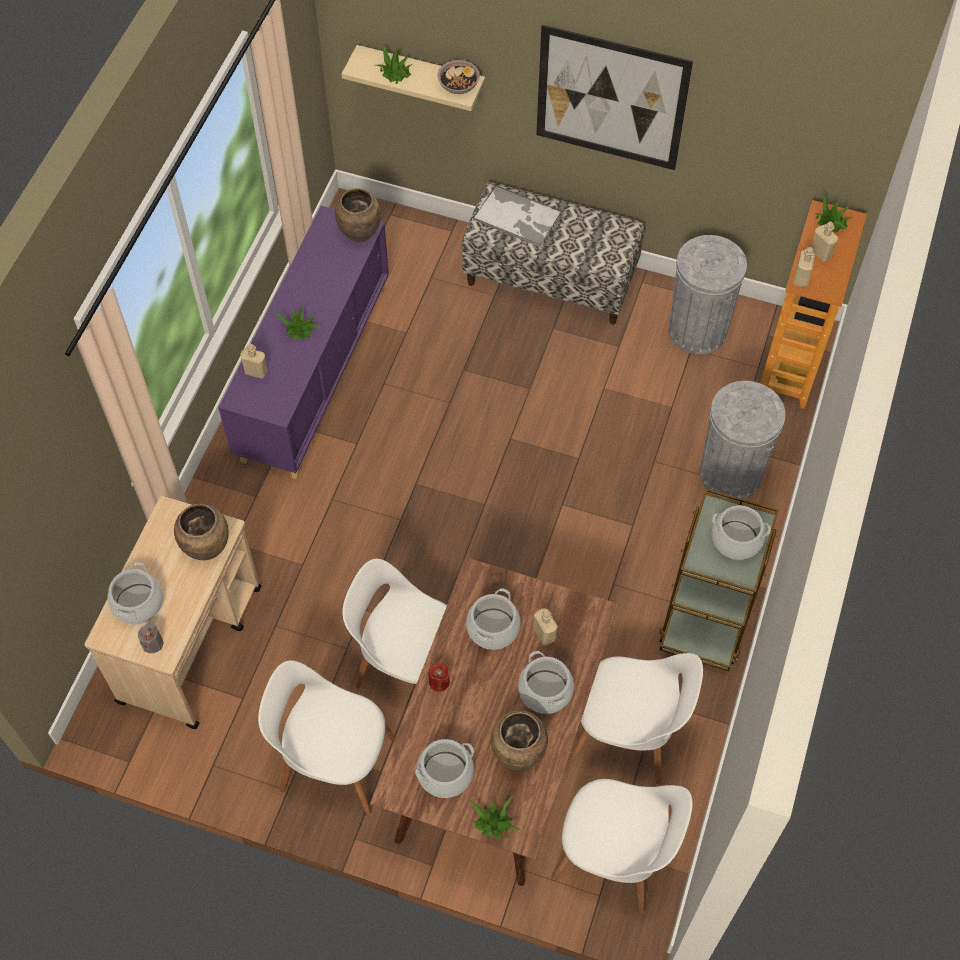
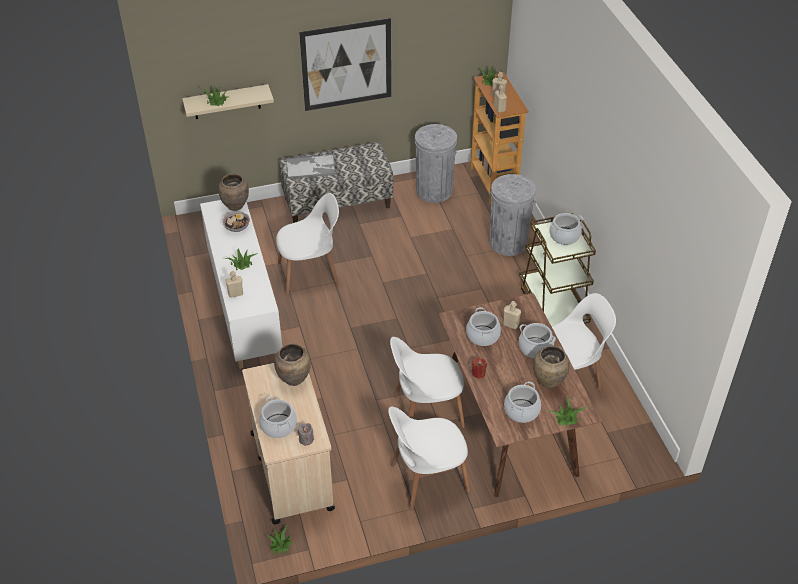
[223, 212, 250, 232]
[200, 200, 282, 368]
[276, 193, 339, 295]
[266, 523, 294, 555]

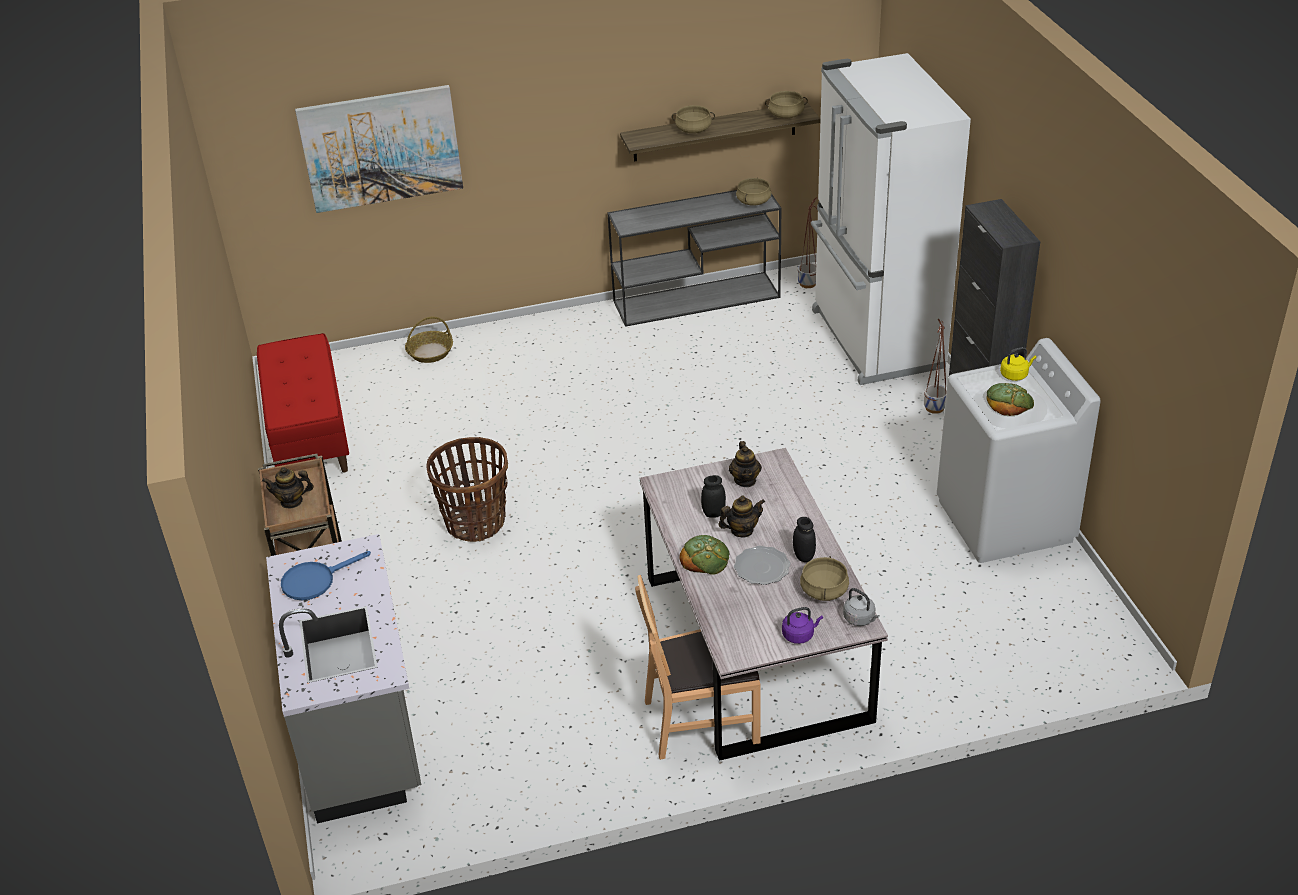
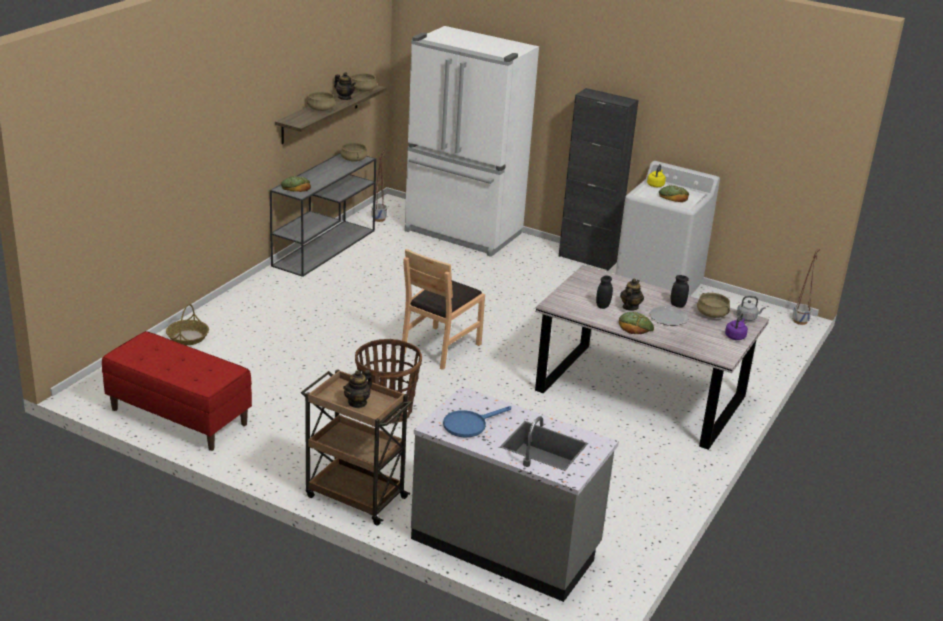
[295, 85, 463, 213] (first image)
[792, 249, 820, 325]
[334, 72, 356, 100]
[443, 406, 511, 437]
[402, 249, 485, 370]
[281, 176, 311, 192]

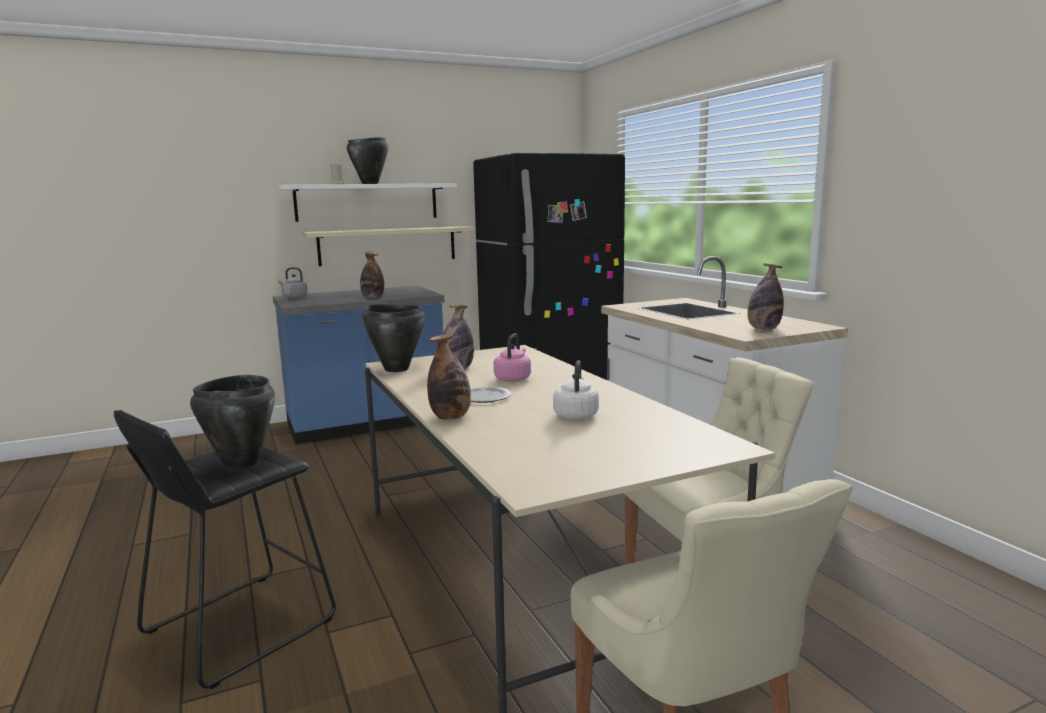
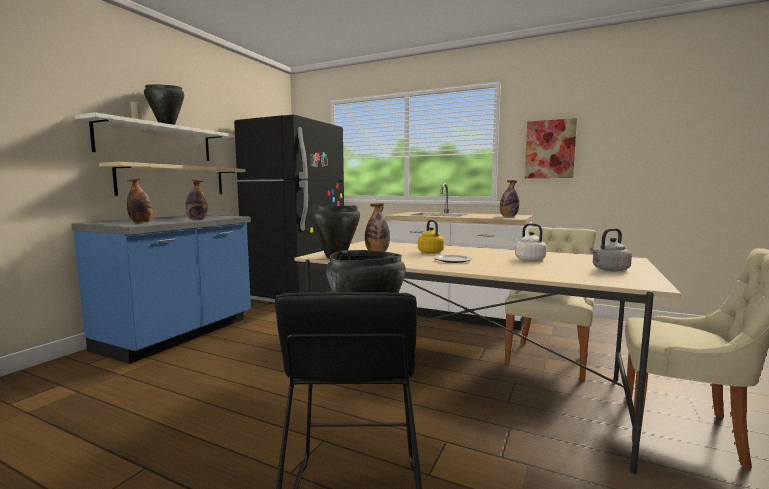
[590, 228, 632, 271]
[418, 220, 444, 254]
[127, 178, 153, 223]
[525, 118, 577, 178]

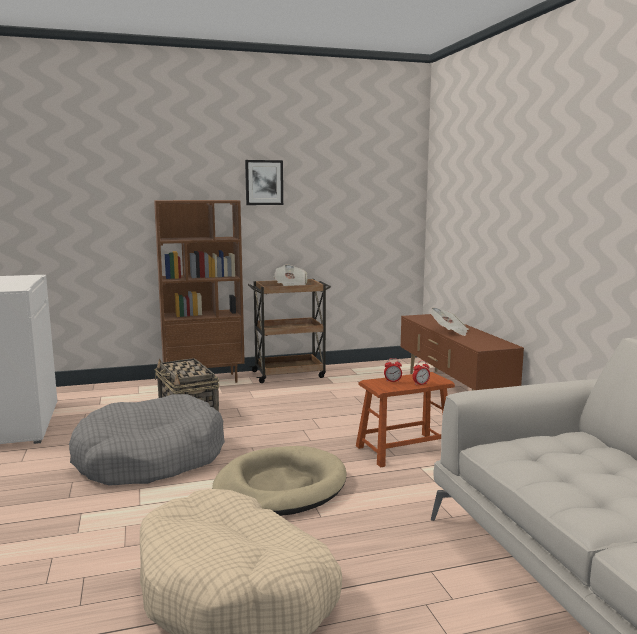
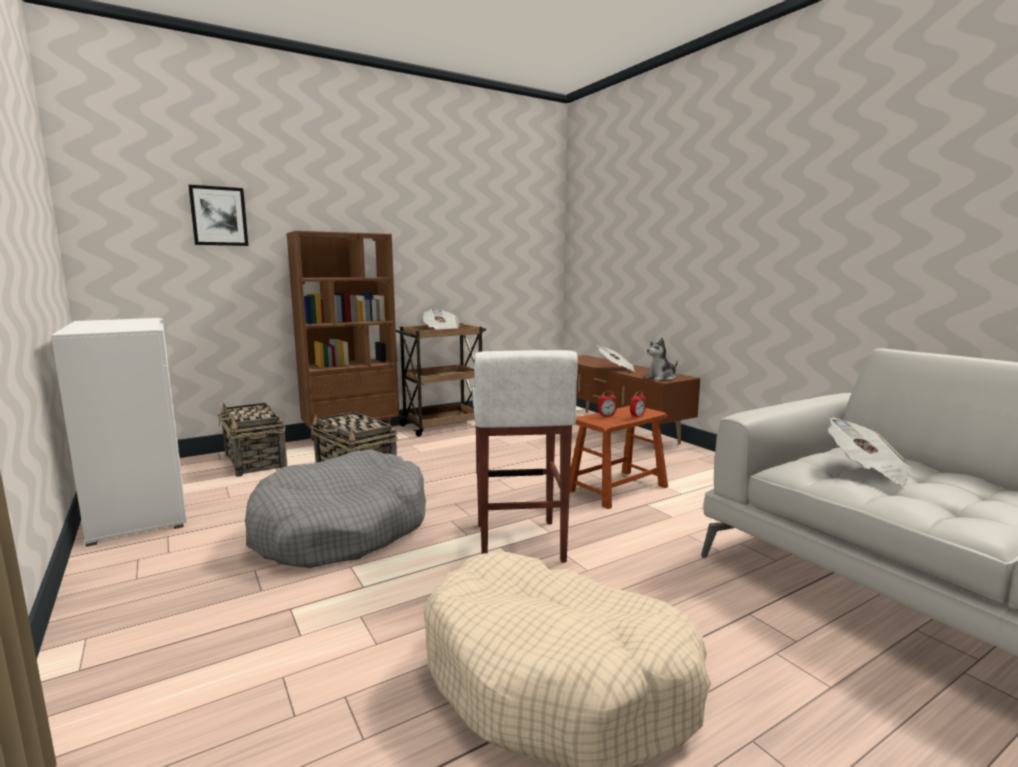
[188, 185, 248, 246]
[472, 350, 578, 563]
[644, 338, 678, 381]
[218, 402, 287, 477]
[828, 418, 912, 485]

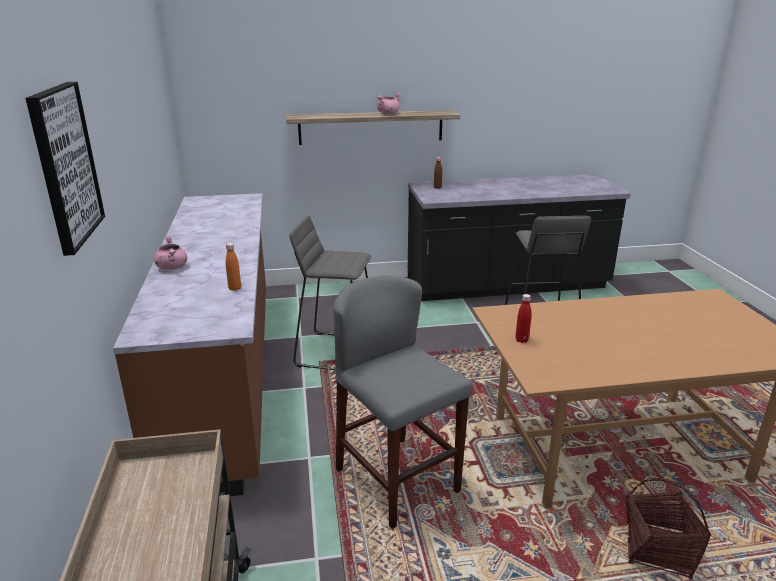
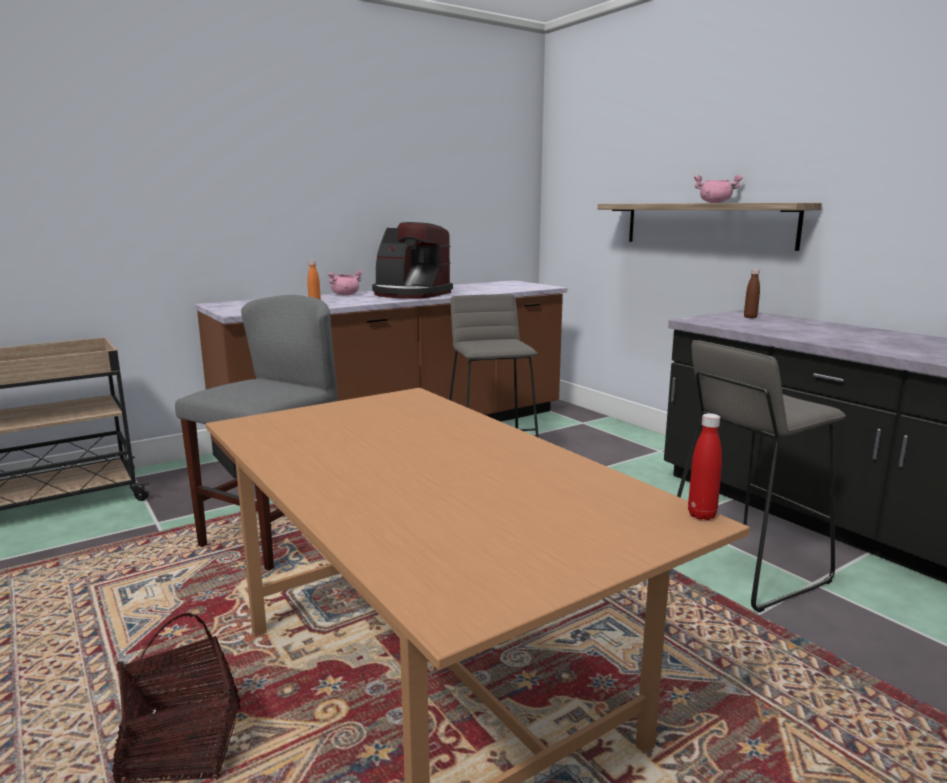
[25, 82, 105, 256] (first image)
[688, 413, 722, 520]
[372, 222, 453, 299]

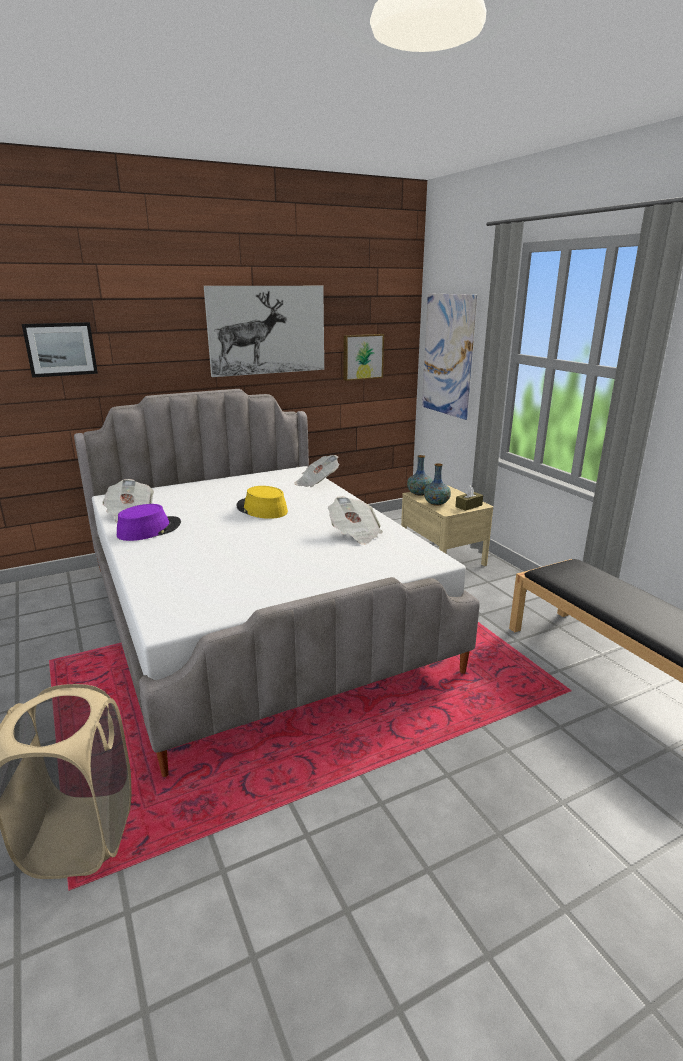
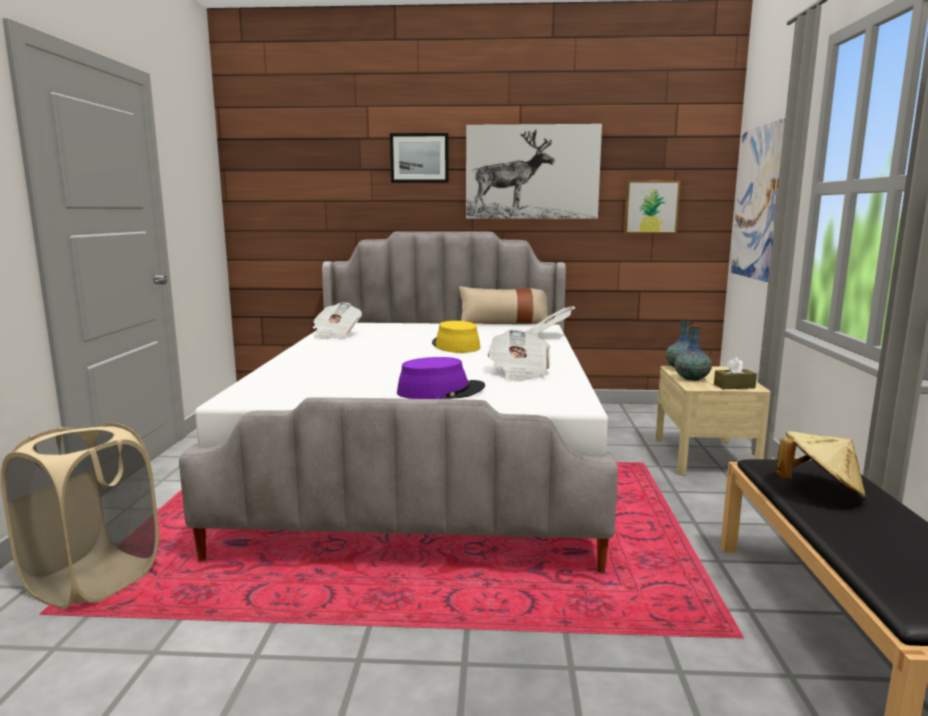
[390, 133, 449, 183]
[397, 357, 485, 399]
[459, 286, 548, 324]
[776, 431, 866, 500]

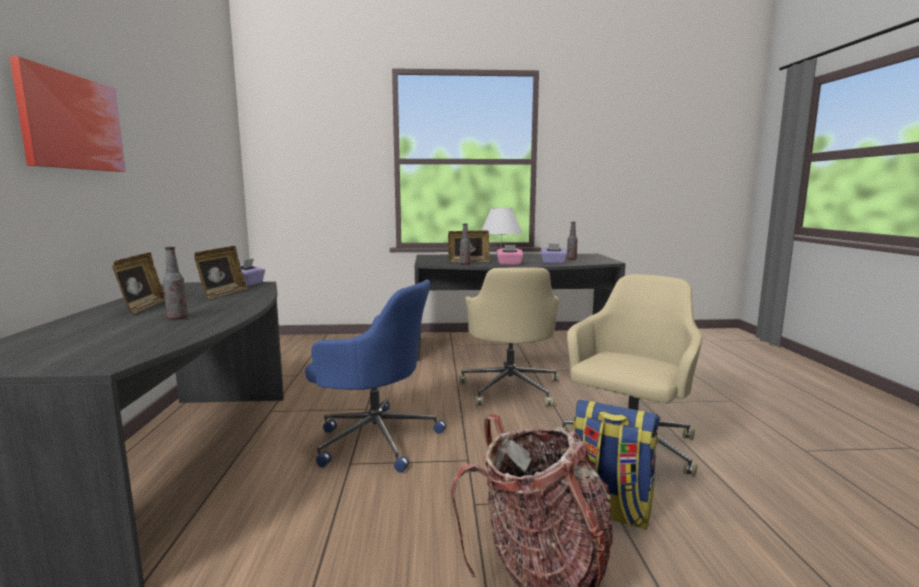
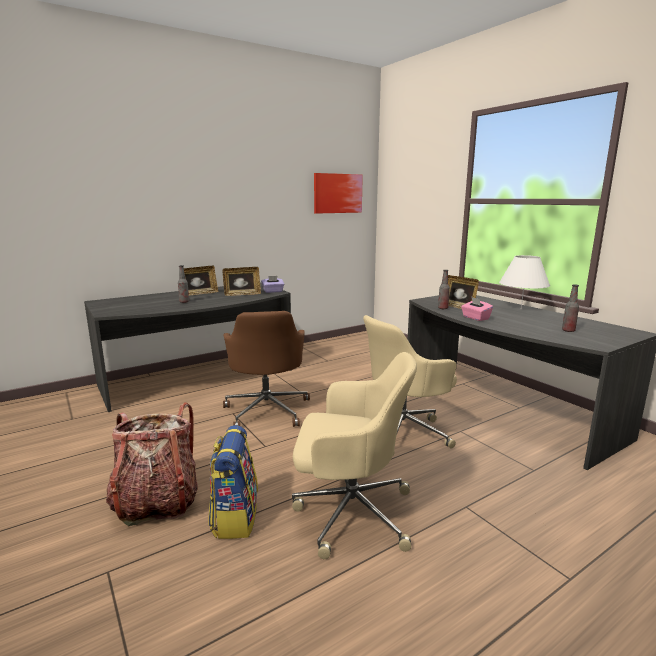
[314, 173, 363, 214]
[541, 243, 567, 264] (first image)
[223, 311, 310, 427]

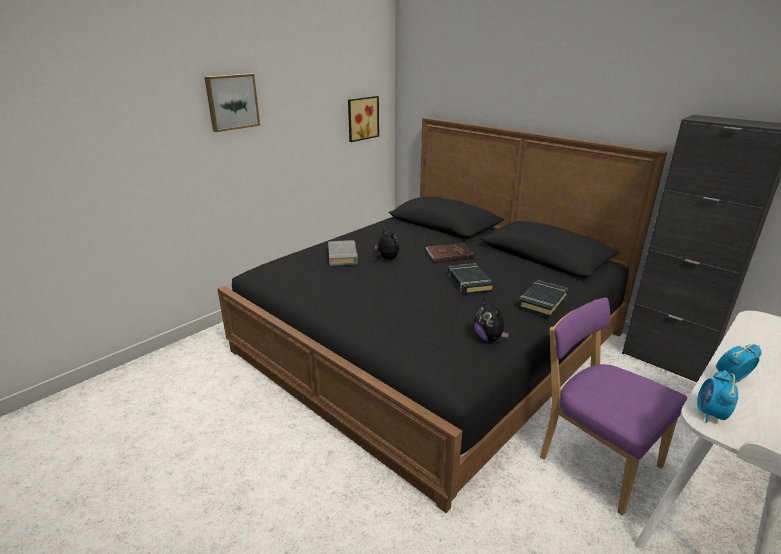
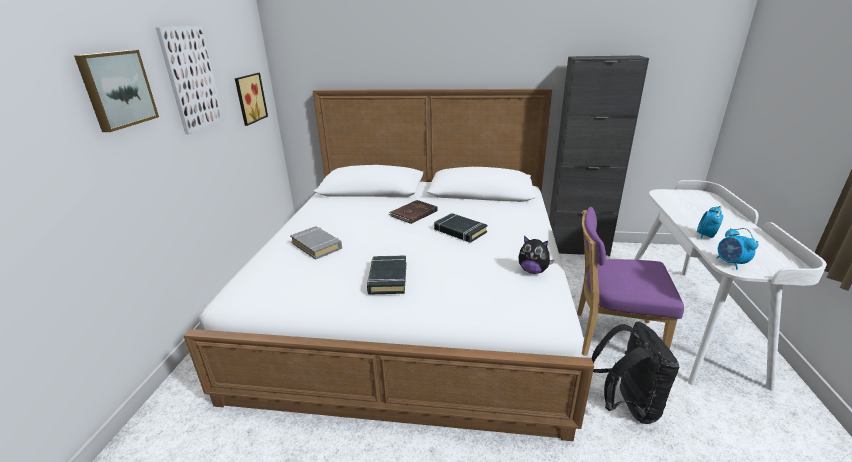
[183, 89, 594, 441]
[375, 228, 399, 260] (first image)
[367, 255, 406, 295]
[156, 26, 224, 135]
[592, 322, 680, 424]

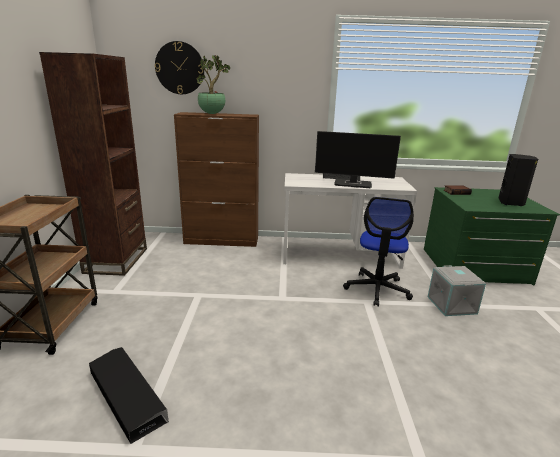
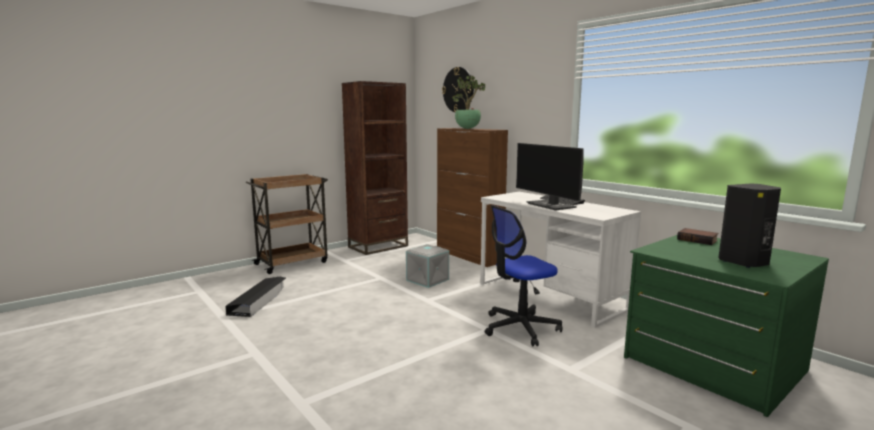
[406, 244, 449, 288]

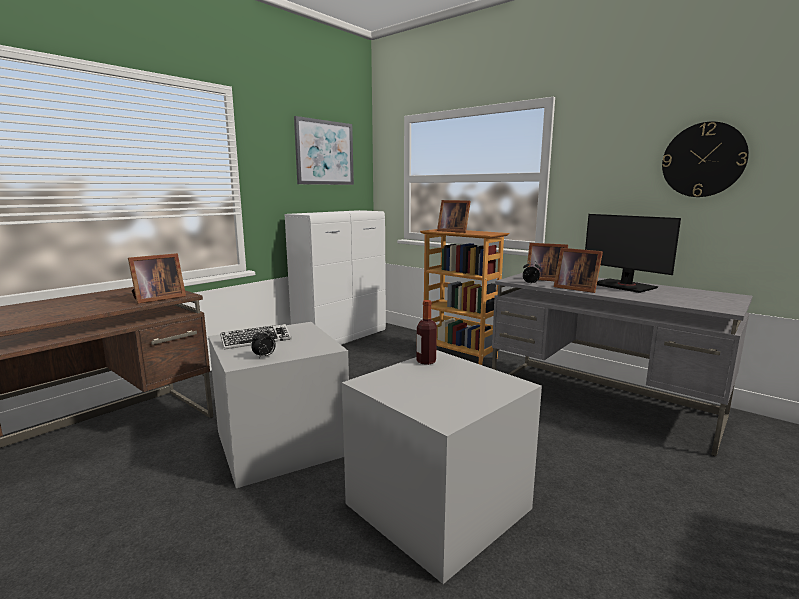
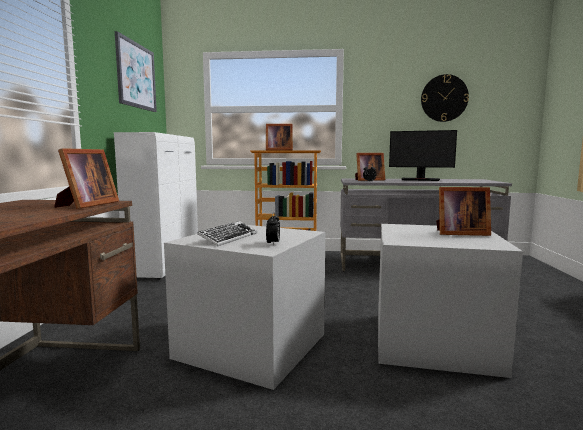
[436, 187, 491, 236]
[417, 300, 437, 365] (first image)

